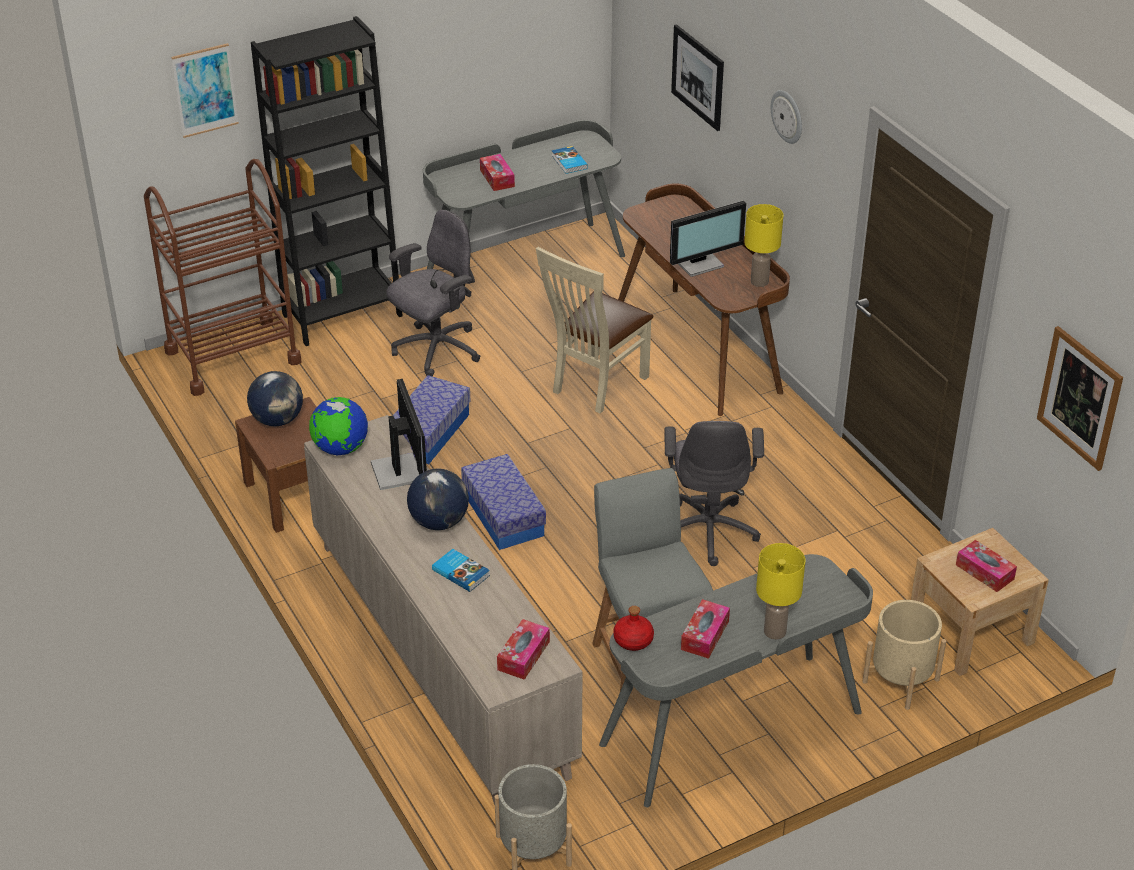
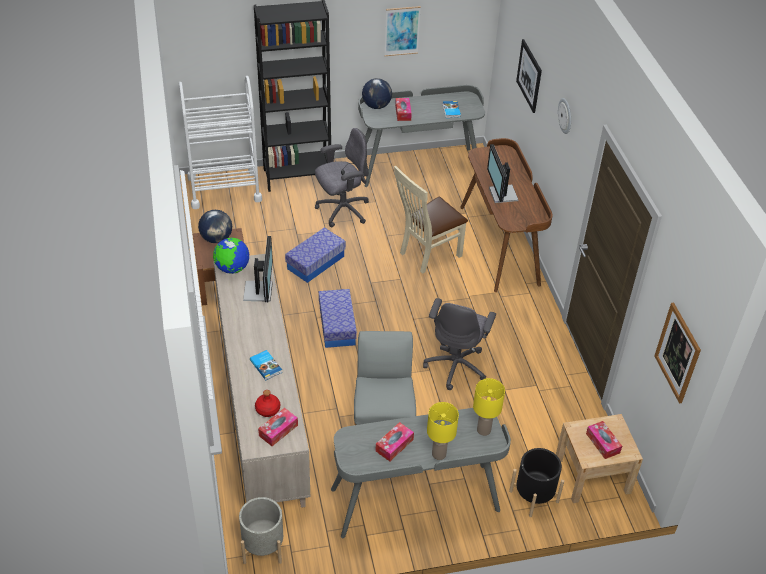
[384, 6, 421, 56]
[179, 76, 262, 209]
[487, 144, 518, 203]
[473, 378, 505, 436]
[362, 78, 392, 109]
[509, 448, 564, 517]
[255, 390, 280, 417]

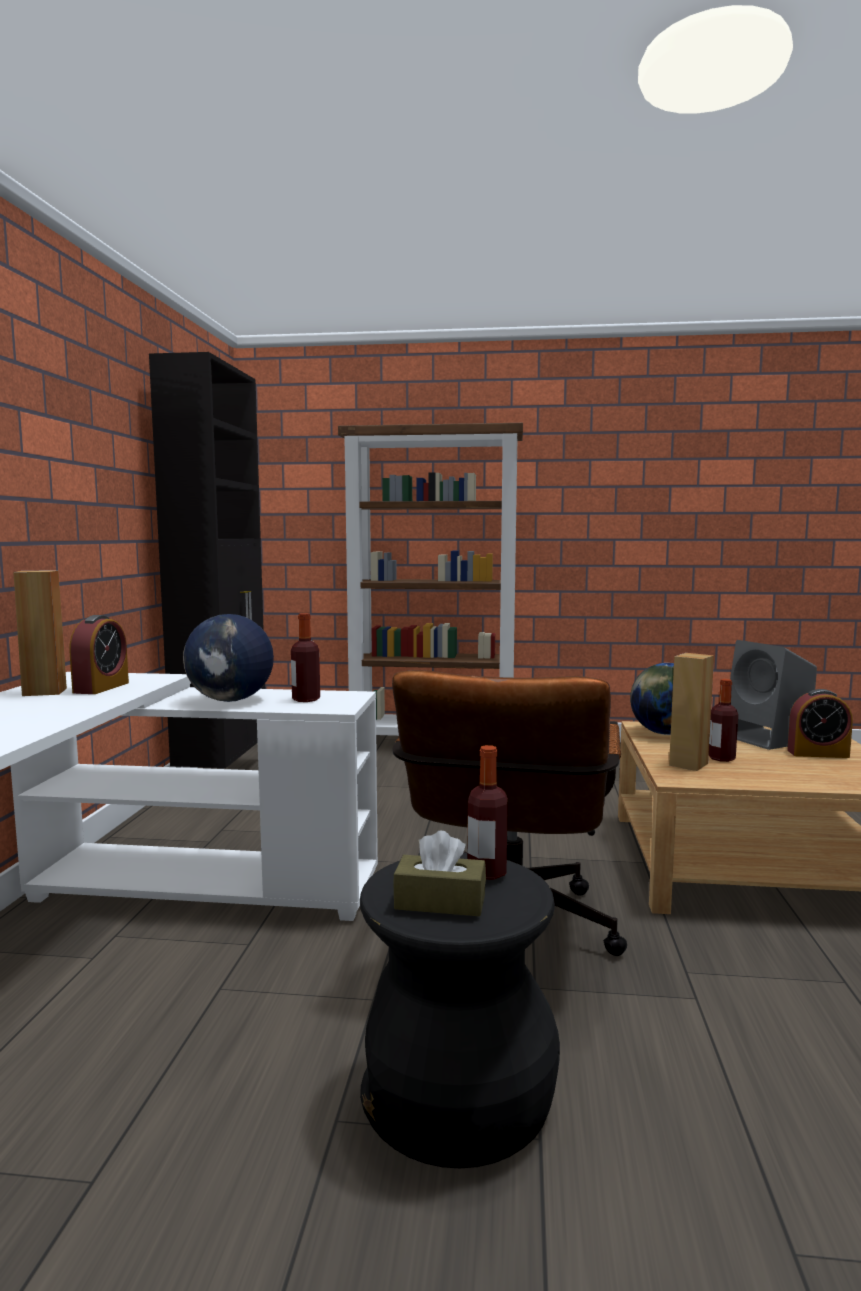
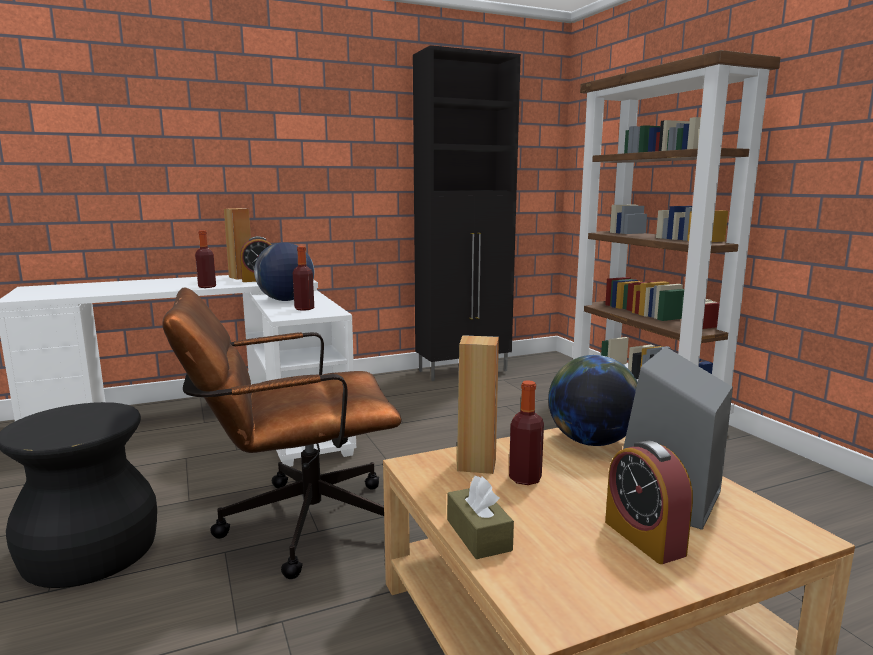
[195, 230, 216, 288]
[447, 476, 514, 559]

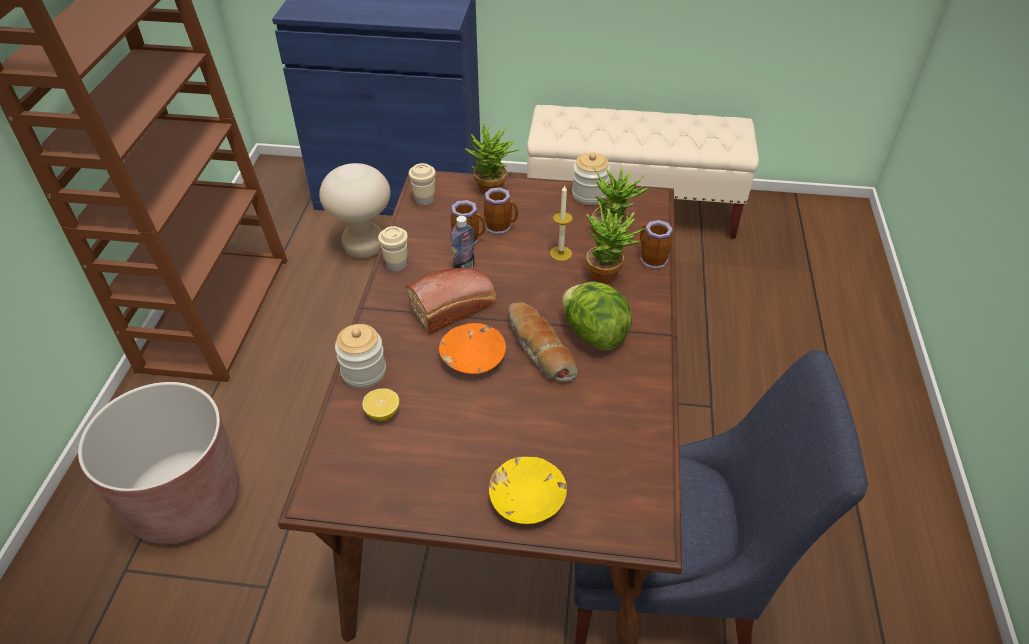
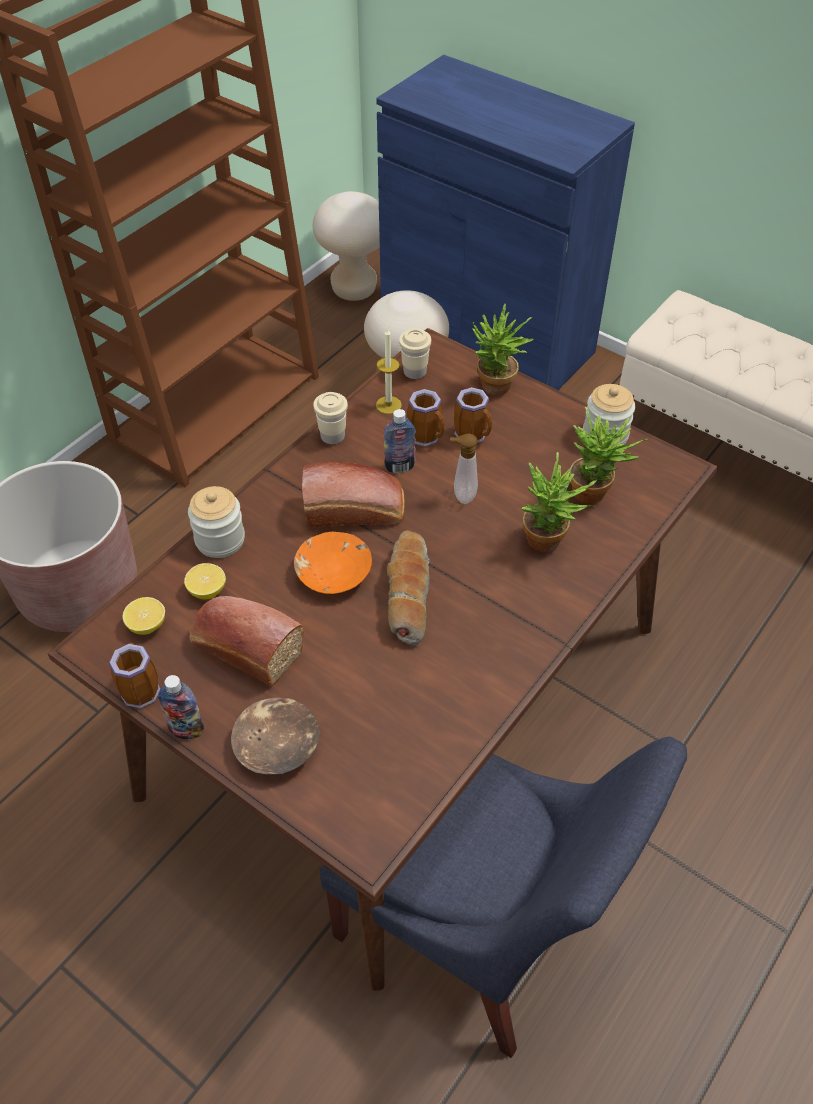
[376, 328, 402, 414]
[109, 643, 160, 709]
[562, 282, 632, 350] (first image)
[231, 697, 319, 775]
[313, 191, 380, 301]
[450, 434, 478, 504]
[189, 596, 304, 686]
[123, 597, 165, 635]
[158, 675, 204, 739]

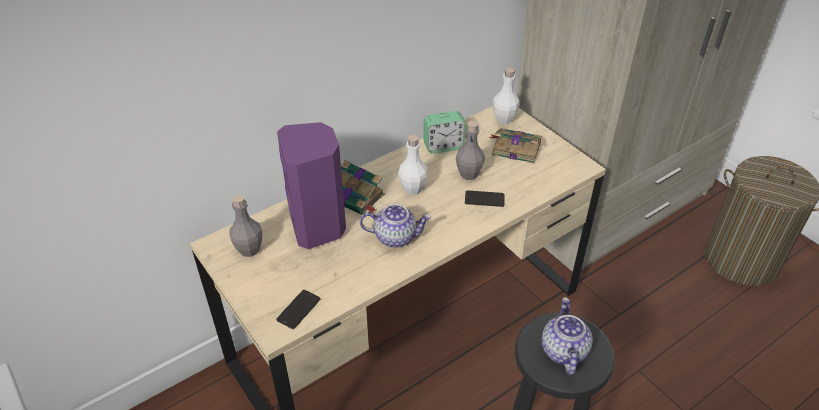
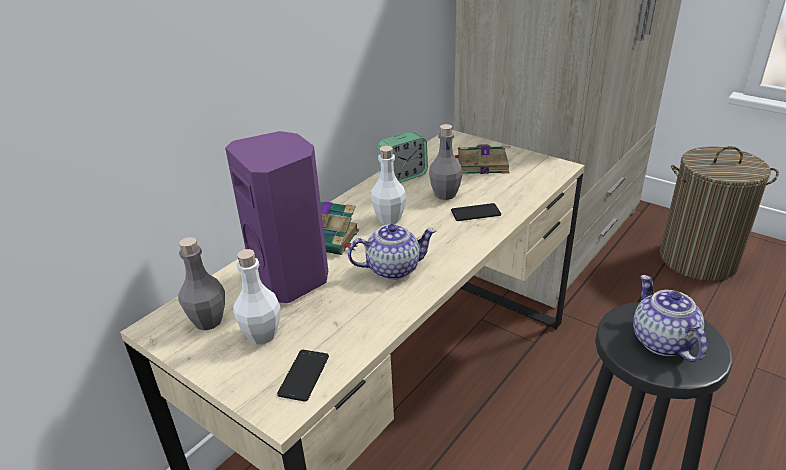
[233, 249, 281, 345]

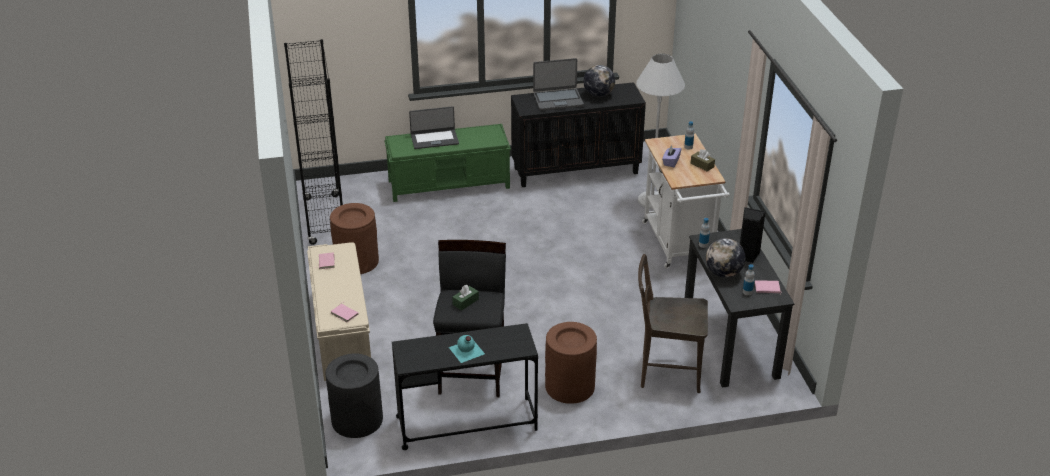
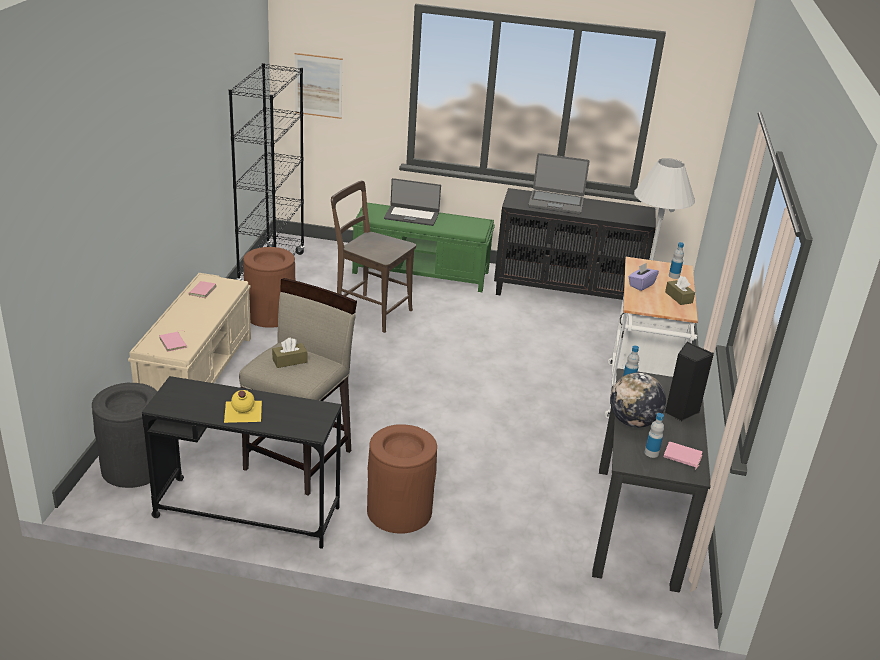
[583, 65, 615, 97] (first image)
[239, 278, 357, 496]
[331, 180, 416, 333]
[272, 338, 307, 368]
[224, 390, 262, 423]
[295, 53, 343, 119]

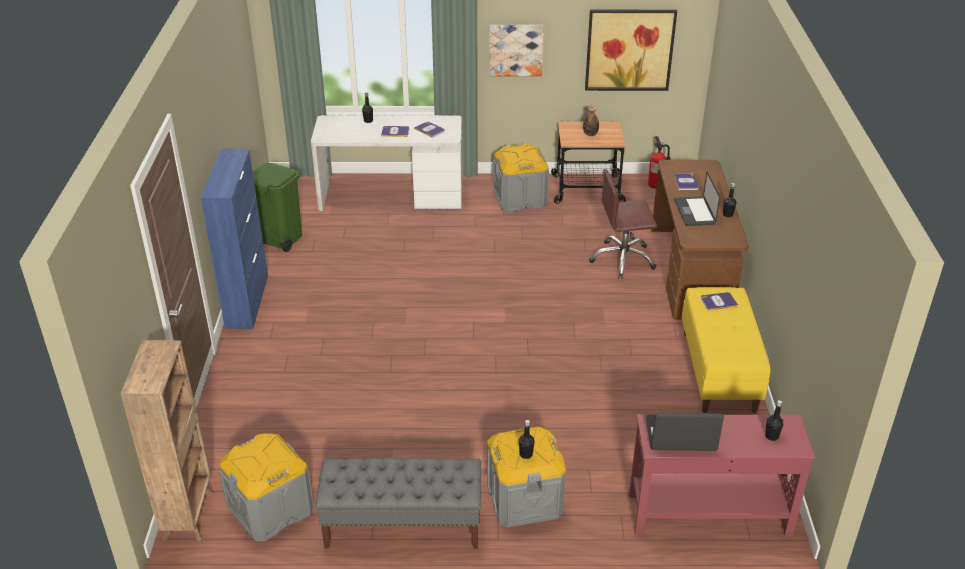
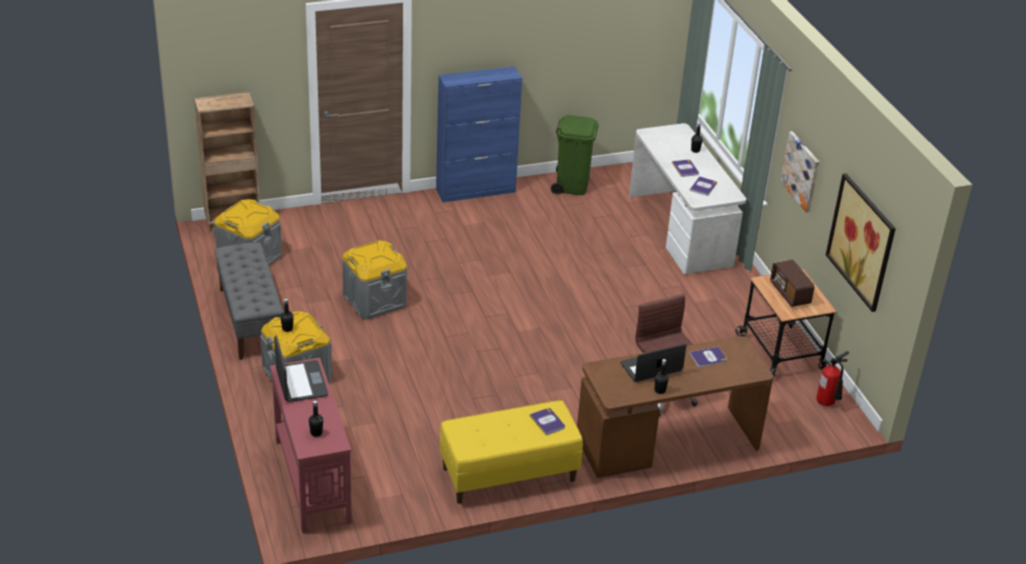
[770, 259, 815, 307]
[342, 240, 407, 319]

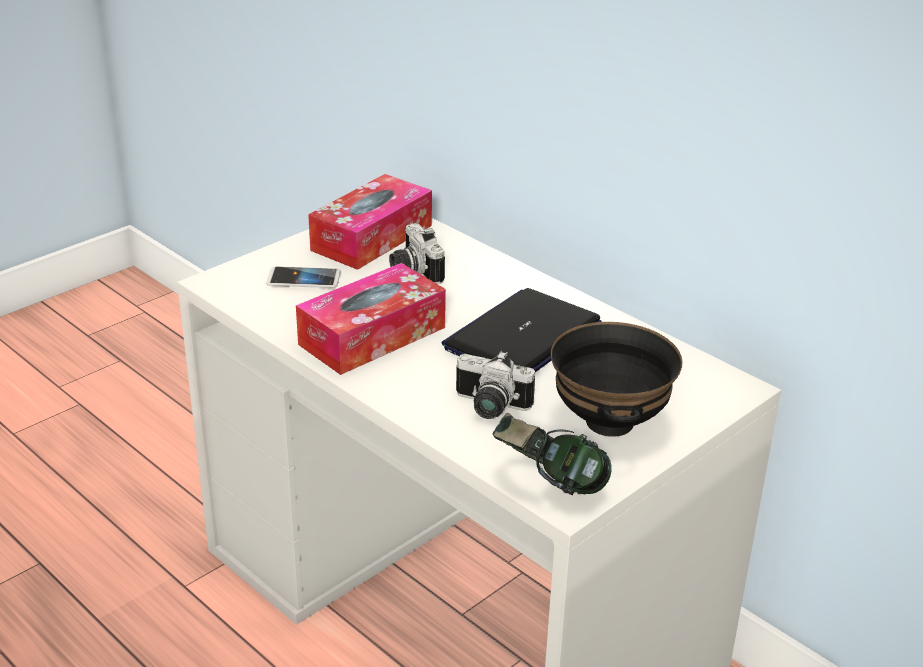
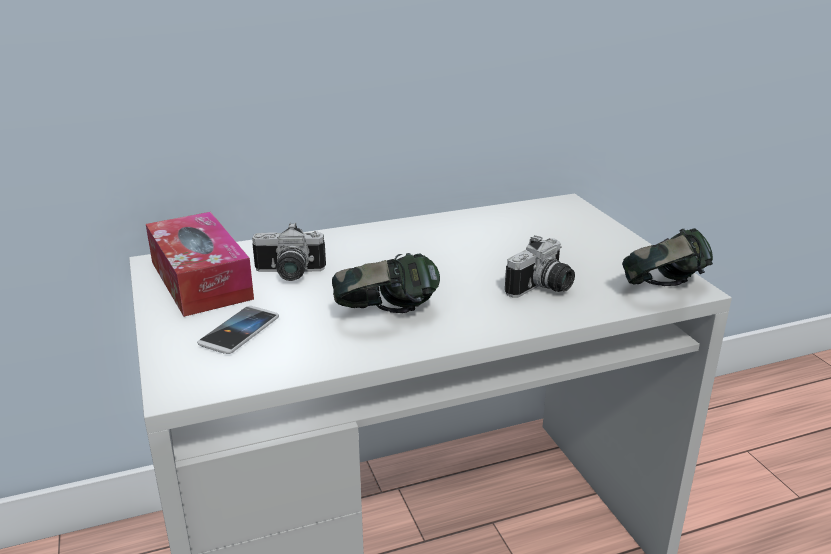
[332, 253, 440, 313]
[442, 288, 602, 372] (first image)
[551, 322, 683, 437] (first image)

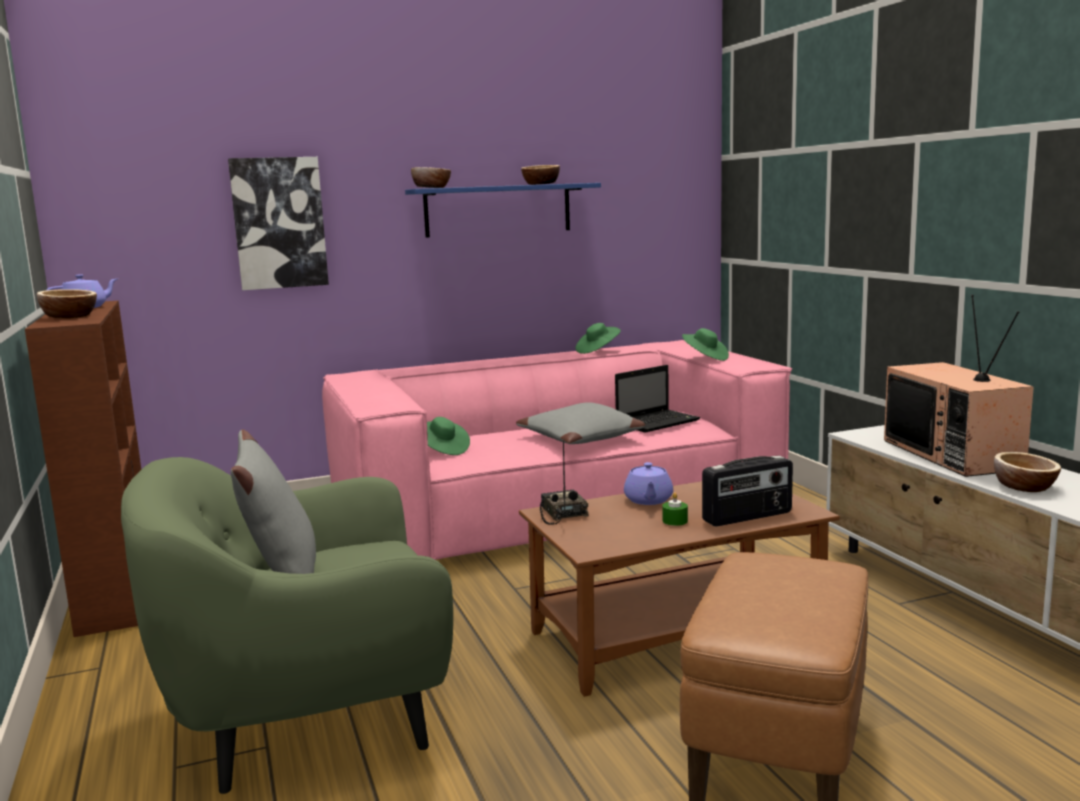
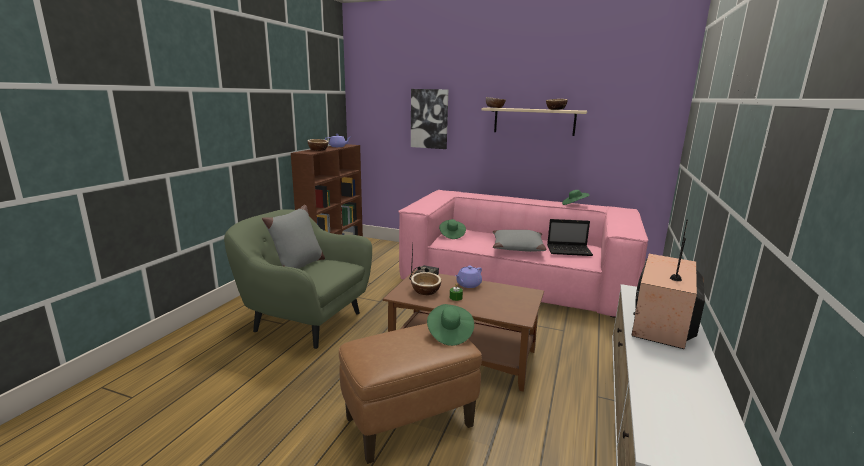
[481, 108, 587, 136]
[427, 304, 474, 346]
[411, 272, 442, 295]
[702, 455, 793, 526] (first image)

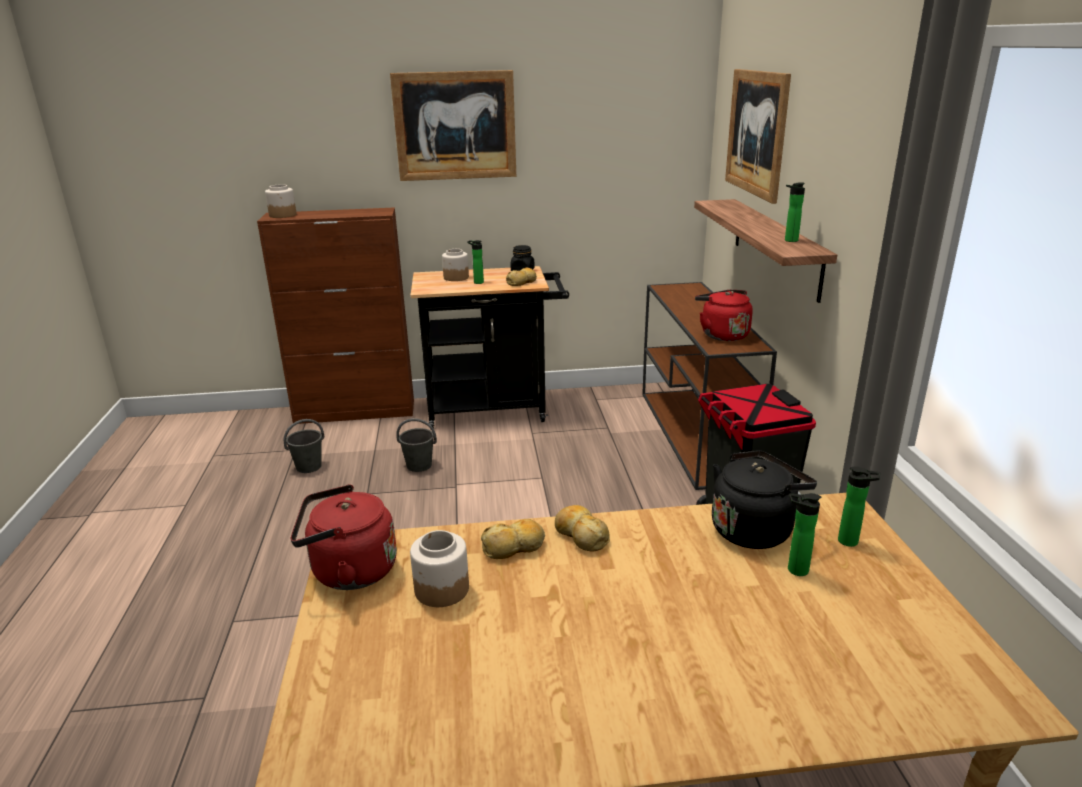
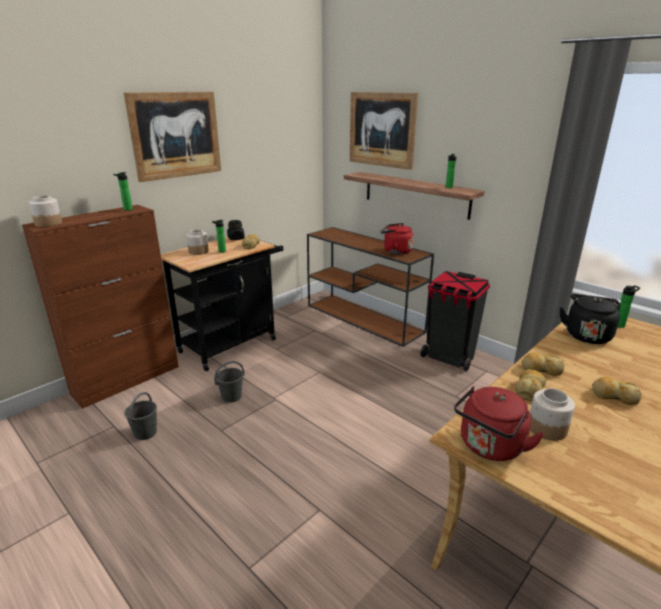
[113, 172, 133, 211]
[592, 377, 642, 405]

